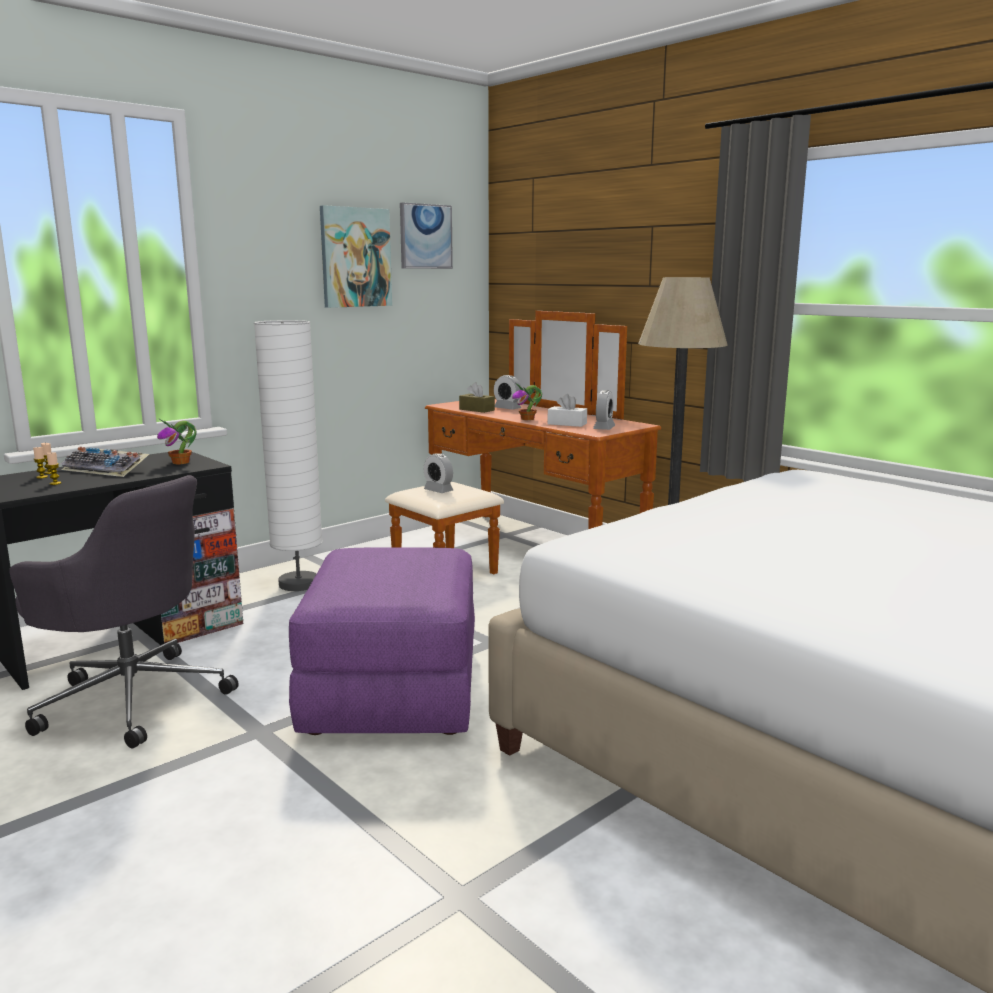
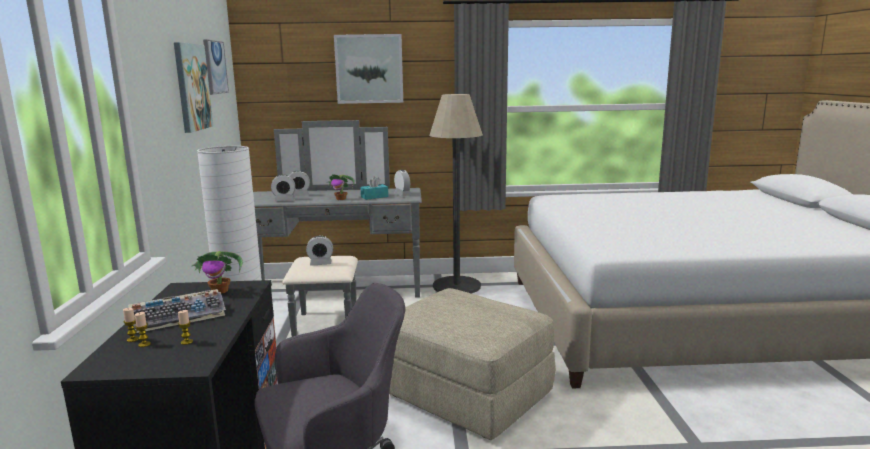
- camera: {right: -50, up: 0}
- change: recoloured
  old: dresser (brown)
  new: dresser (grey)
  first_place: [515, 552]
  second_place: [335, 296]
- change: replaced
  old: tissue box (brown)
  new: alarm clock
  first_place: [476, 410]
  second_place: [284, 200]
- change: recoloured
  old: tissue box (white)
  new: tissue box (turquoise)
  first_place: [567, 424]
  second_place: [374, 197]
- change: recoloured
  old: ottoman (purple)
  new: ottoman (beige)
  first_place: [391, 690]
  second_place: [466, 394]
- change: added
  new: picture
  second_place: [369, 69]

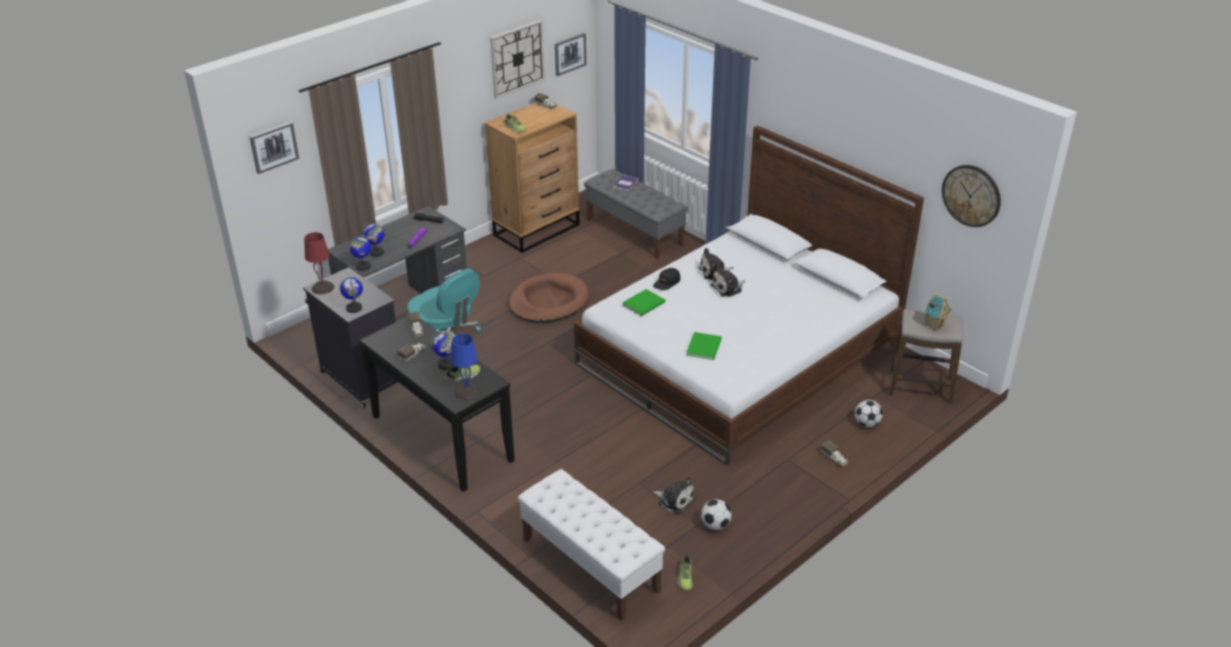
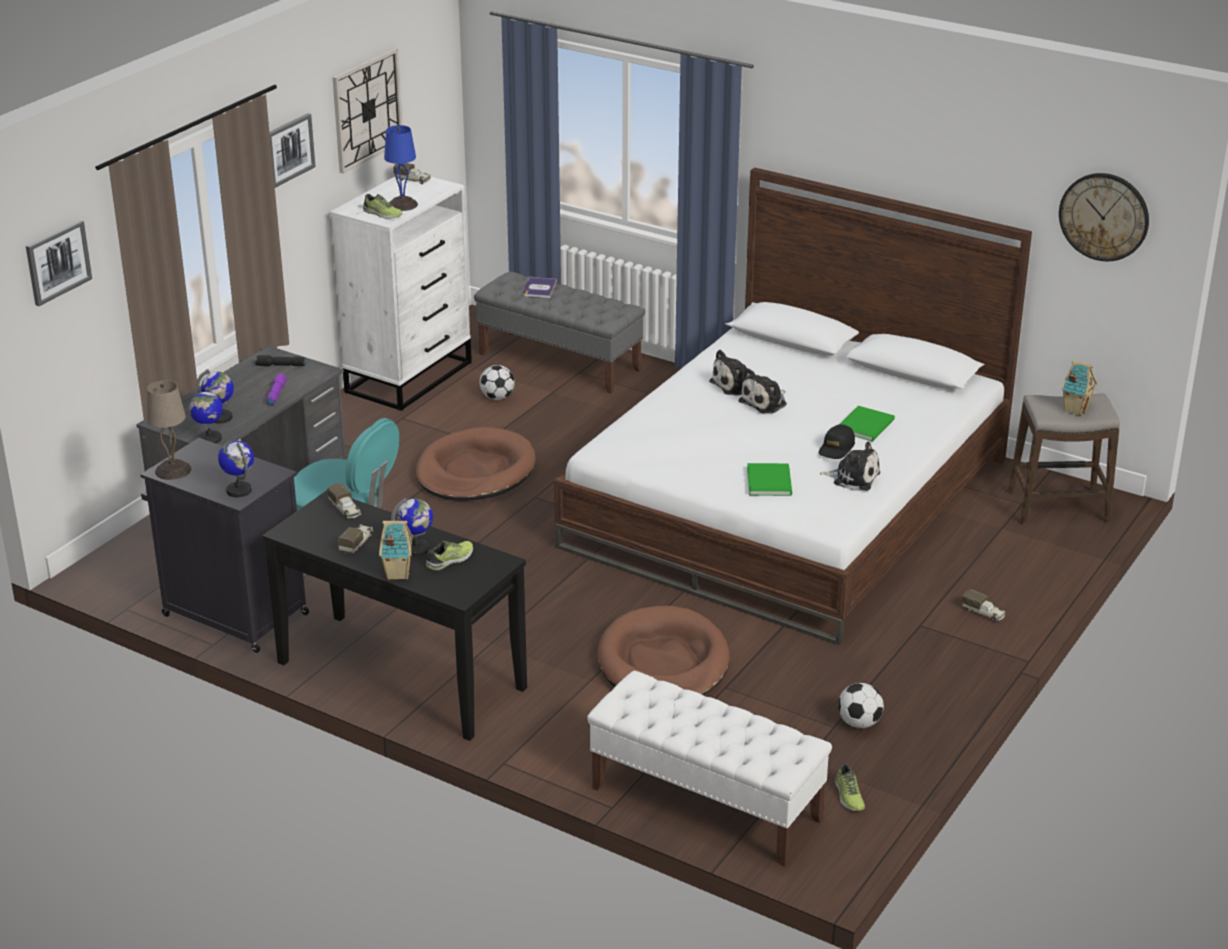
- camera: {right: -15, up: -5}
- change: moved
  old: picture
  first_place: [569, 54]
  second_place: [289, 150]
- change: recoloured
  old: dresser (brown)
  new: dresser (white)
  first_place: [537, 230]
  second_place: [410, 377]
- change: recoloured
  old: table lamp (red)
  new: table lamp (beige)
  first_place: [322, 288]
  second_place: [172, 470]
- change: moved
  old: cap (black)
  first_place: [666, 283]
  second_place: [836, 448]
- change: moved
  old: book (green)
  first_place: [645, 303]
  second_place: [867, 425]
- change: moved
  old: table lamp (blue)
  first_place: [468, 392]
  second_place: [403, 204]
- change: moved
  old: football
  first_place: [867, 423]
  second_place: [497, 397]
- change: moved
  old: plush toy
  first_place: [675, 500]
  second_place: [853, 478]
- change: added
  new: toy house
  second_place: [397, 573]
- change: added
  new: dog bed (brown)
  second_place: [663, 662]

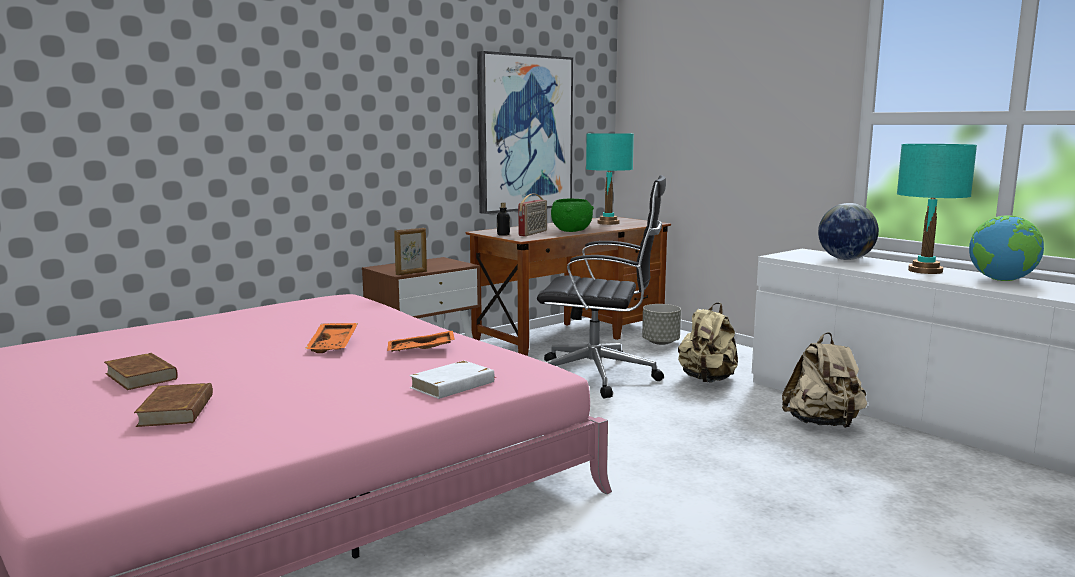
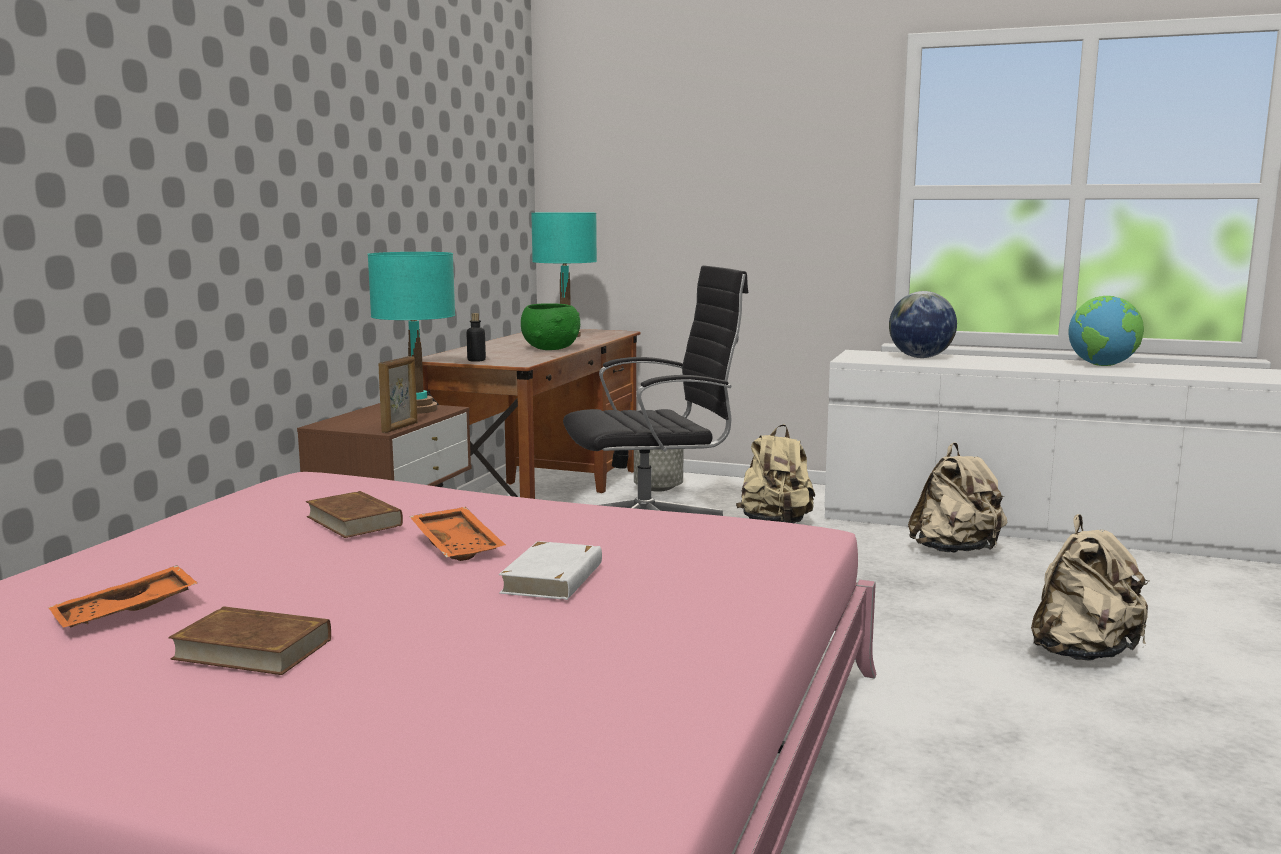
- camera: {right: -30, up: 0}
- change: removed
  old: picture
  first_place: [524, 133]
- change: moved
  old: table lamp (turquoise)
  first_place: [925, 271]
  second_place: [417, 410]
- change: removed
  old: radio
  first_place: [533, 233]
- change: moved
  old: tray (orange)
  first_place: [421, 350]
  second_place: [126, 614]
- change: moved
  old: book (white)
  first_place: [453, 385]
  second_place: [553, 578]
- change: moved
  old: book (brown)
  first_place: [177, 410]
  second_place: [354, 521]
- change: added
  new: backpack (beige)
  second_place: [1083, 653]

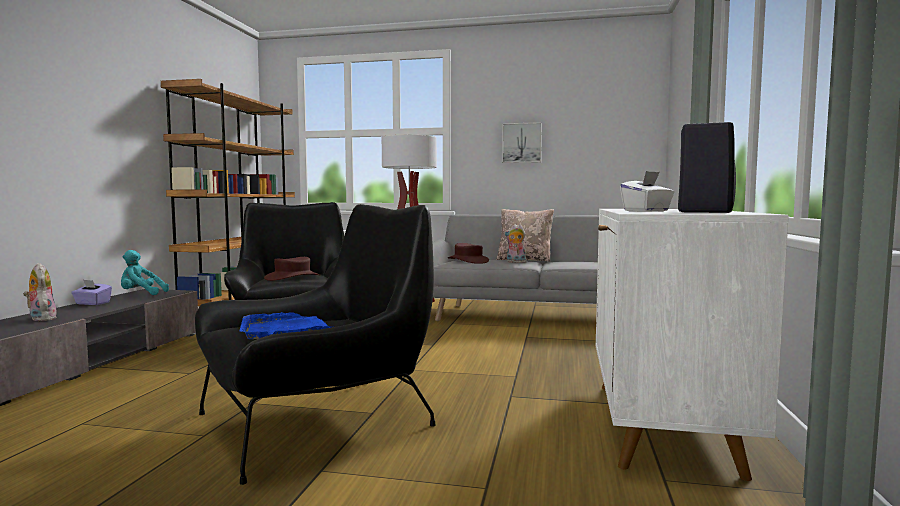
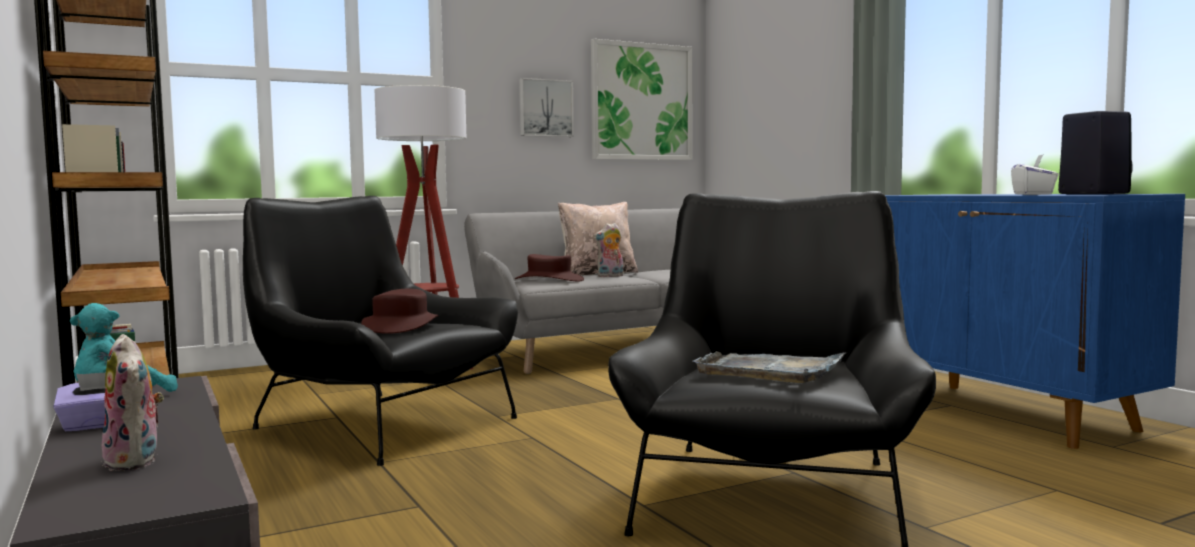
- camera: {right: -40, up: 0}
- change: recoloured
  old: cabinet (white)
  new: cabinet (blue)
  first_place: [662, 425]
  second_place: [1007, 414]
- change: turned
  old: plush toy
  first_place: [41, 318]
  second_place: [136, 461]
  degrees: -135
- change: recoloured
  old: tray (blue)
  new: tray (grey)
  first_place: [284, 329]
  second_place: [771, 370]
- change: added
  new: picture
  second_place: [641, 102]

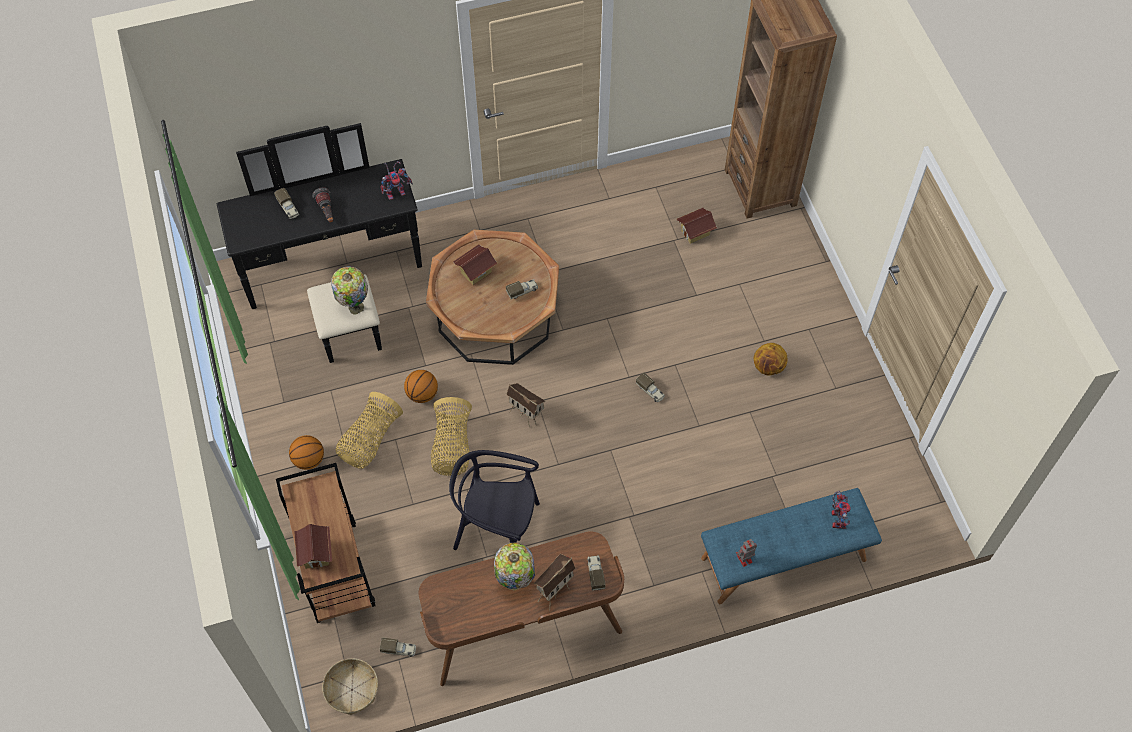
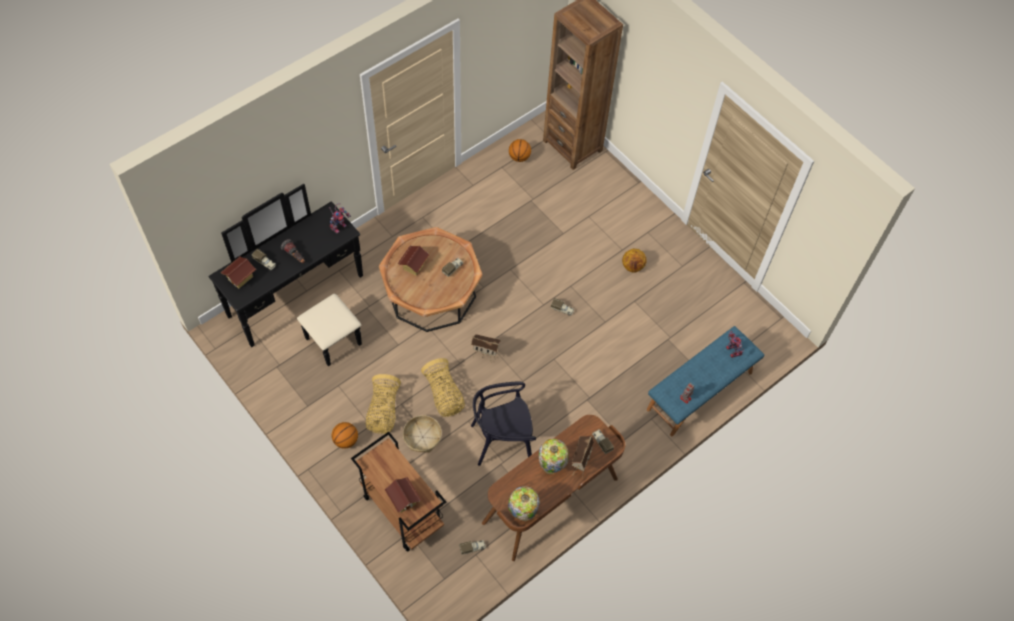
- camera: {right: -25, up: 0}
- change: moved
  old: toy house
  first_place: [695, 233]
  second_place: [241, 278]
- change: moved
  old: table lamp
  first_place: [354, 306]
  second_place: [522, 514]
- change: moved
  old: basketball
  first_place: [422, 394]
  second_place: [519, 157]
- change: moved
  old: basket
  first_place: [351, 689]
  second_place: [422, 437]

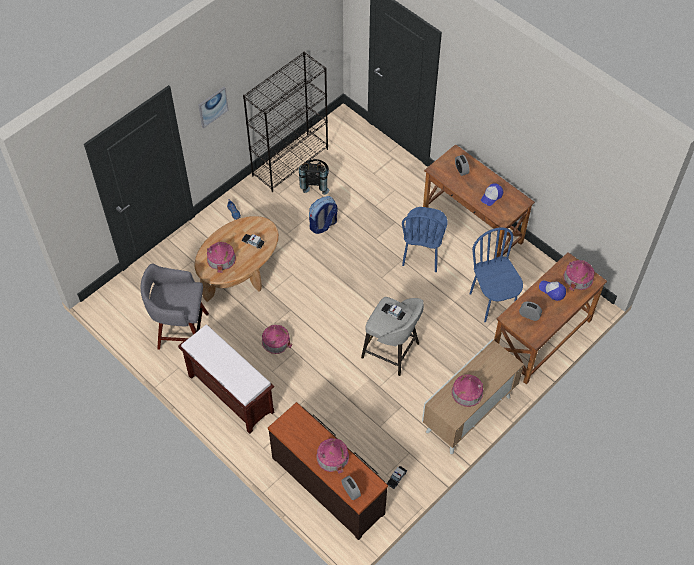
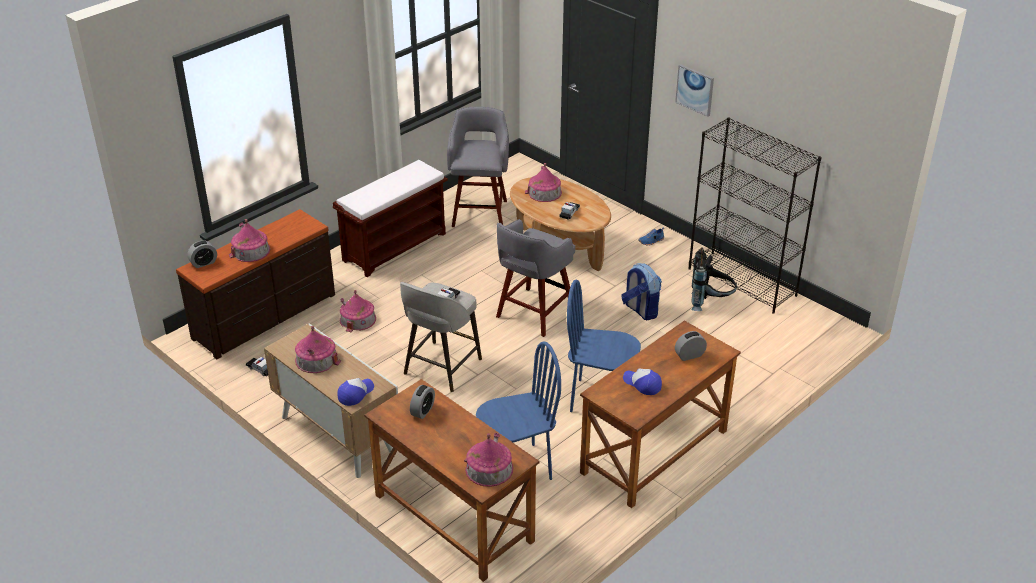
- camera: {right: 90, up: -20}
- change: moved
  old: cap
  first_place: [552, 291]
  second_place: [355, 393]
- change: moved
  old: toy house
  first_place: [276, 341]
  second_place: [358, 319]
- change: added
  new: stool (grey)
  second_place: [533, 313]

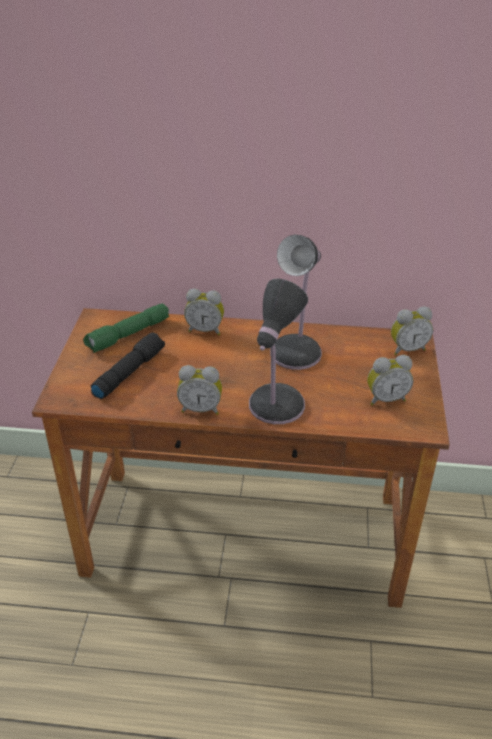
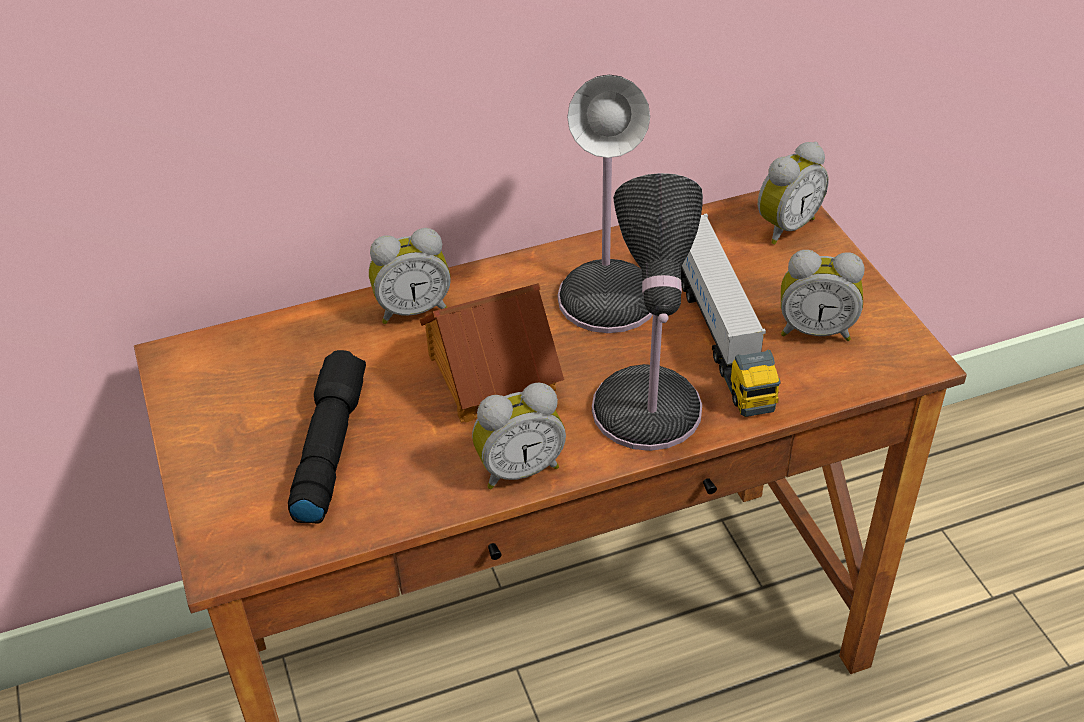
- camera: {right: -25, up: 5}
- change: removed
  old: flashlight (green)
  first_place: [128, 335]
- change: turned
  old: alarm clock
  first_place: [385, 398]
  second_place: [815, 329]
  degrees: 45
- change: added
  new: toy truck
  second_place: [720, 334]
- change: added
  new: toy house
  second_place: [489, 374]

